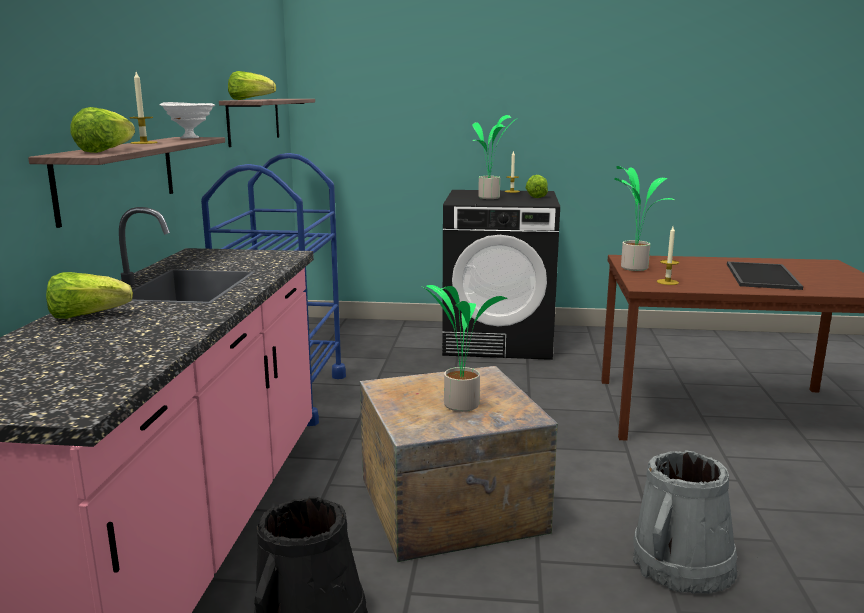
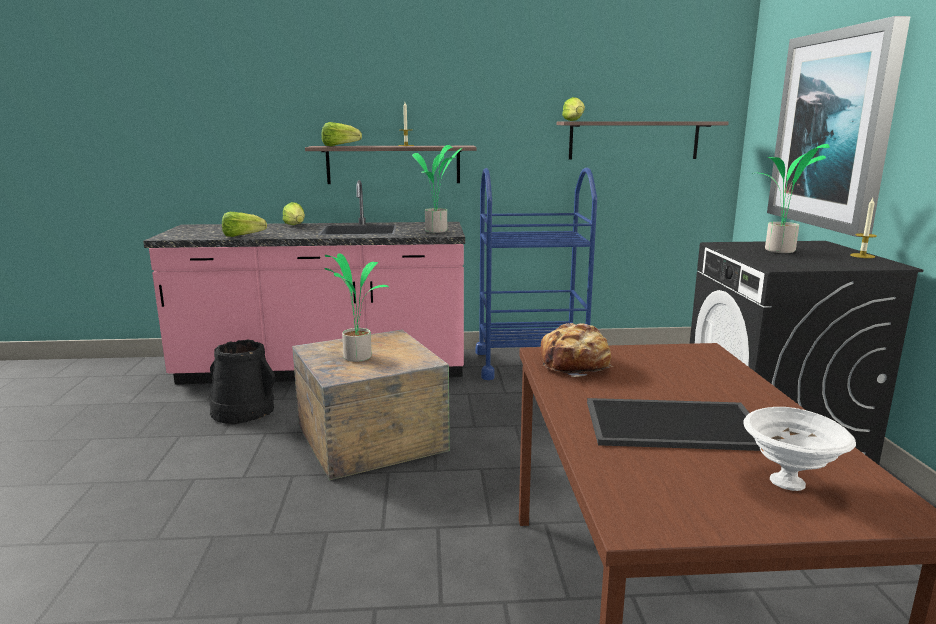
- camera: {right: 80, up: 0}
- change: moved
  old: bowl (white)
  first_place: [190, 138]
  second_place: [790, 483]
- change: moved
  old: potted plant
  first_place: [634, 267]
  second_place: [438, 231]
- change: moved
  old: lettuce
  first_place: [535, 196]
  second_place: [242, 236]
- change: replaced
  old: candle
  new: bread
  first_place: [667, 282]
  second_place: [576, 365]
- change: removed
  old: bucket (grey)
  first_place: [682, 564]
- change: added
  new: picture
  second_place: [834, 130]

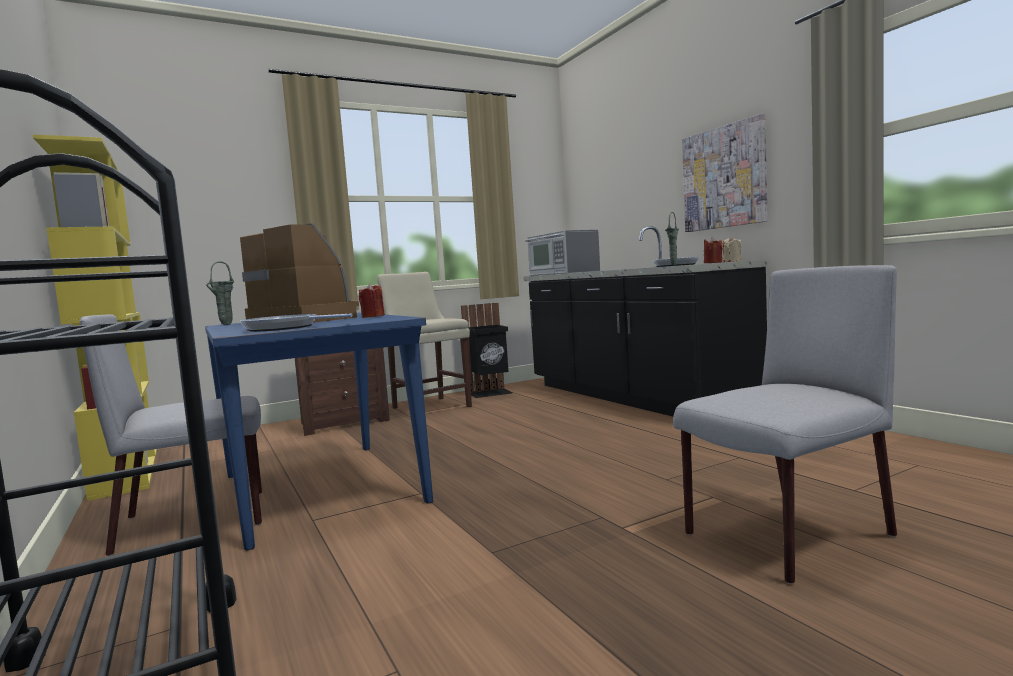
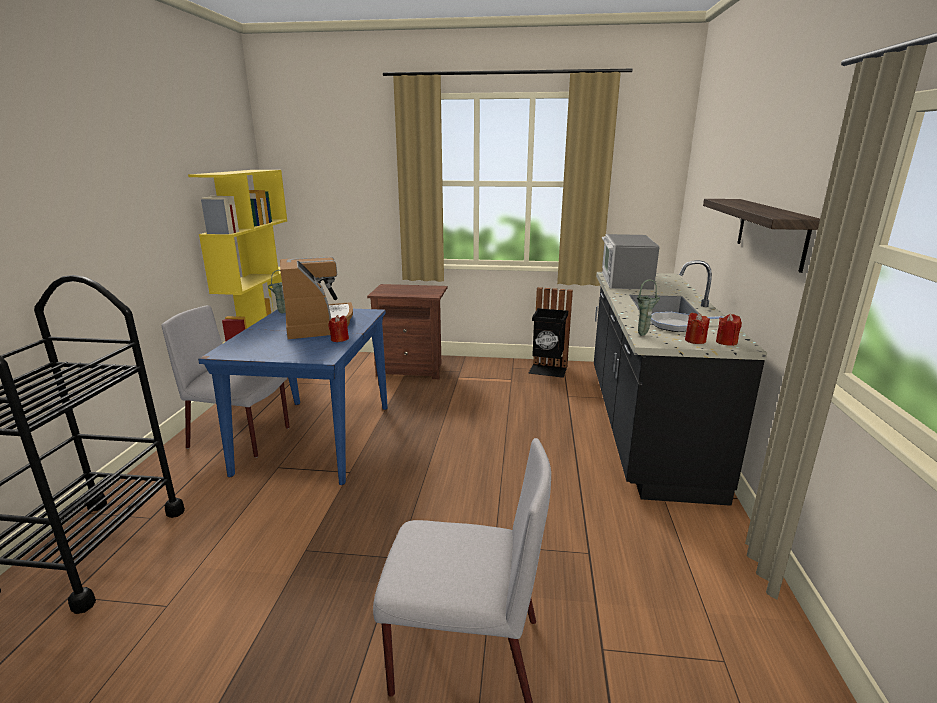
- camera: {right: 35, up: 15}
- change: replaced
  old: picture
  new: shelf
  first_place: [724, 177]
  second_place: [771, 232]
- change: recoloured
  old: candle (beige)
  new: candle (red)
  first_place: [732, 261]
  second_place: [726, 342]
- change: removed
  old: chair (beige)
  first_place: [429, 406]
- change: removed
  old: frying pan
  first_place: [285, 328]

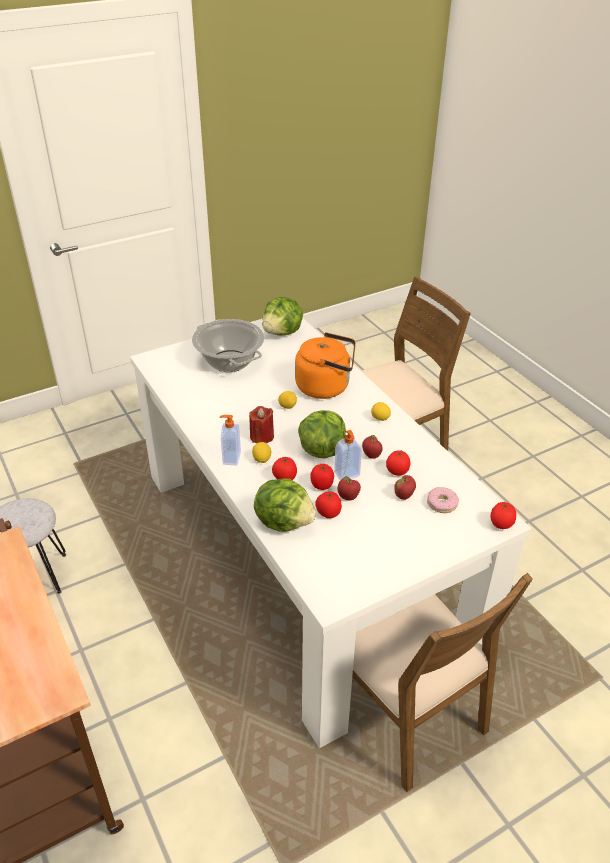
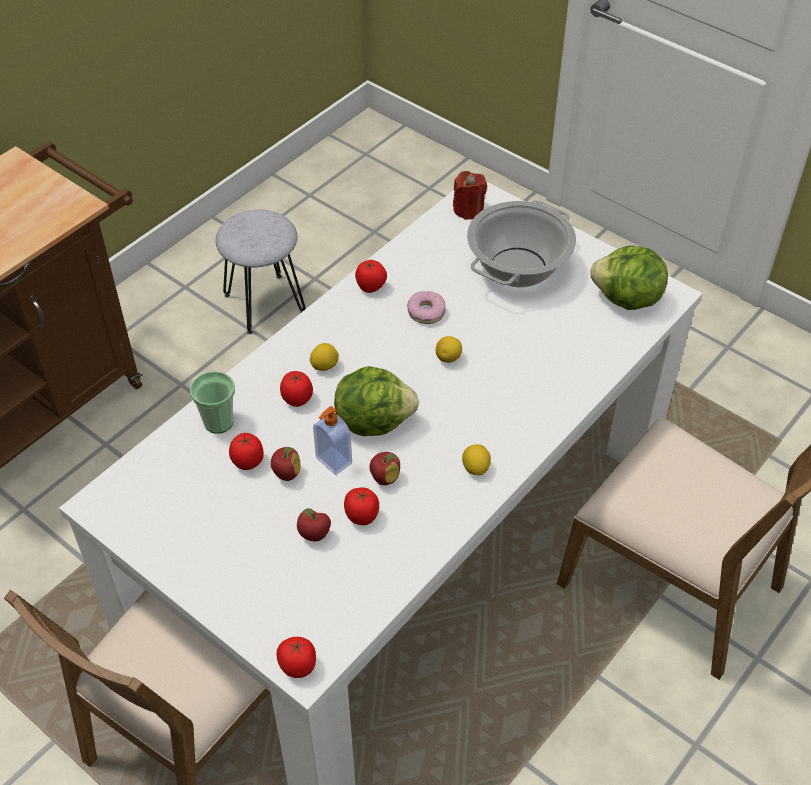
- camera: {right: 70, up: 10}
- change: removed
  old: kettle (orange)
  first_place: [326, 387]
- change: moved
  old: candle (red)
  first_place: [262, 436]
  second_place: [468, 209]
- change: removed
  old: soap dispenser
  first_place: [231, 458]
- change: moved
  old: tomato
  first_place: [322, 485]
  second_place: [371, 287]
- change: replaced
  old: lettuce
  new: cup
  first_place: [284, 521]
  second_place: [218, 422]
- change: moved
  old: donut
  first_place: [442, 504]
  second_place: [426, 312]

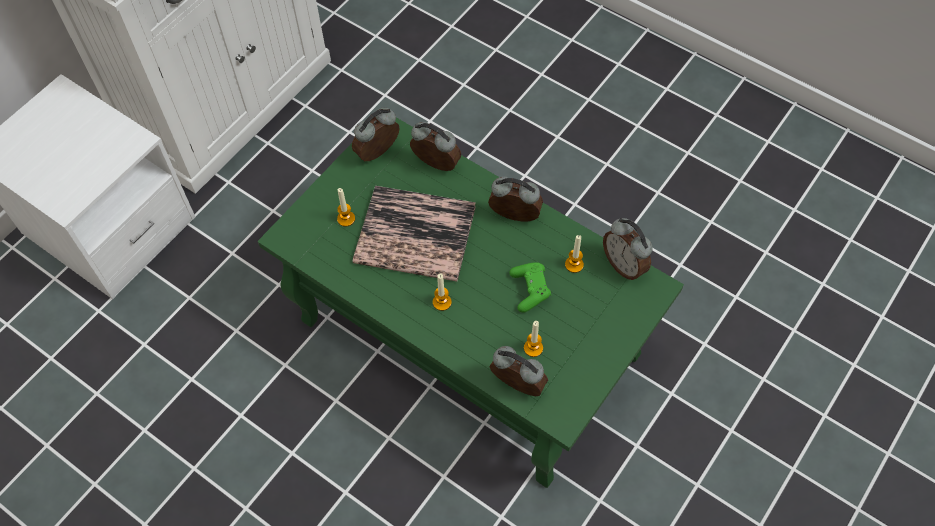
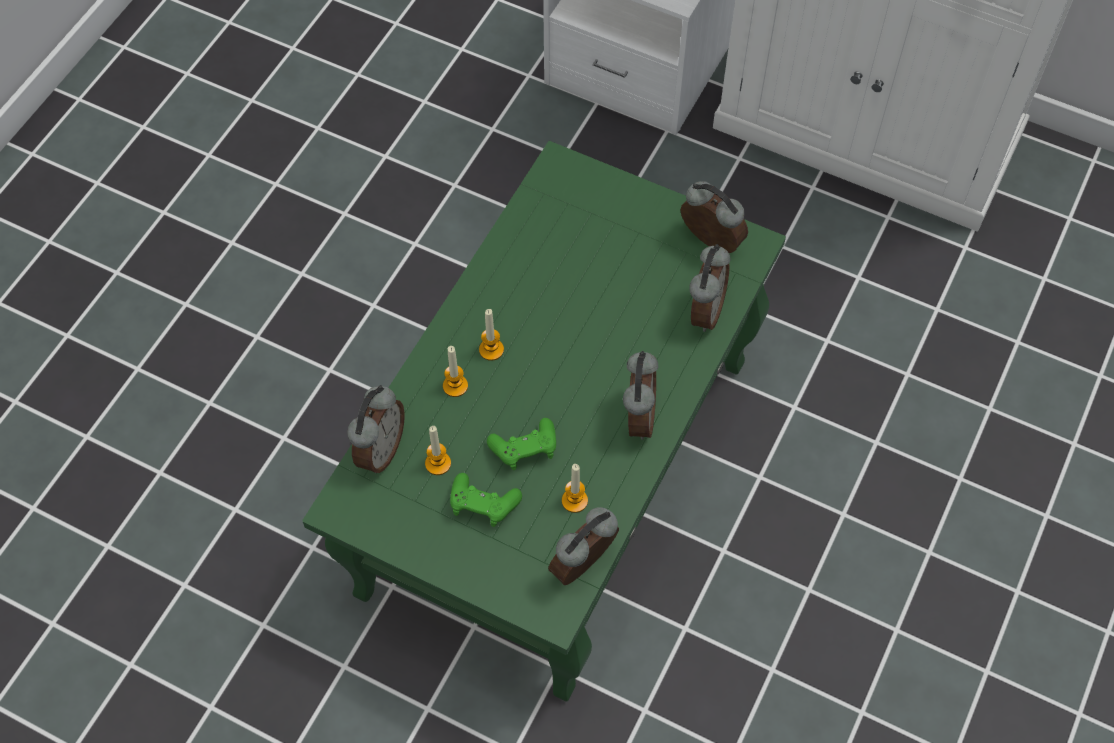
- camera: {right: 80, up: 0}
- change: removed
  old: book
  first_place: [415, 235]
- change: moved
  old: candle
  first_place: [346, 219]
  second_place: [455, 386]
- change: added
  new: game controller (green)
  second_place: [483, 506]

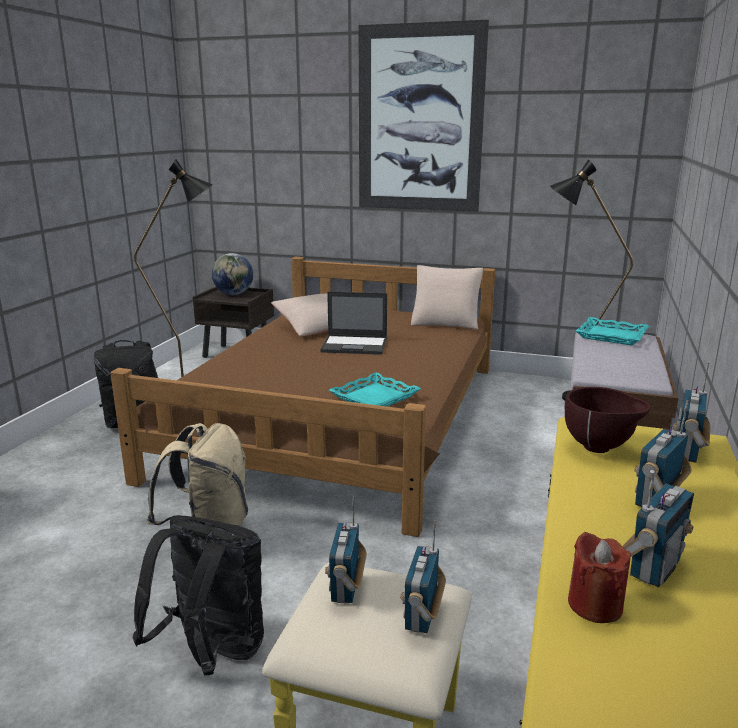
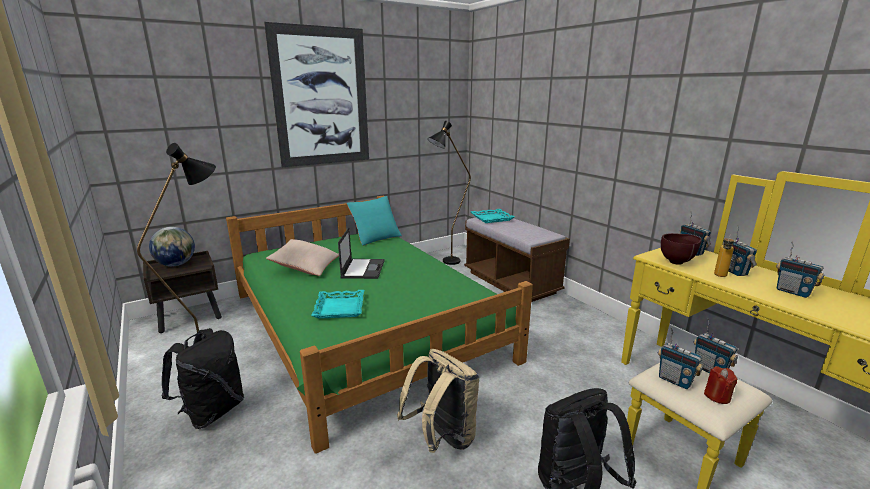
- camera: {right: -50, up: 0}
- change: recoloured
  old: bed (brown)
  new: bed (green)
  first_place: [341, 418]
  second_place: [364, 325]
- change: recoloured
  old: pillow (beige)
  new: pillow (turquoise)
  first_place: [446, 322]
  second_place: [375, 237]
- change: turned
  old: laptop
  first_place: [355, 345]
  second_place: [363, 269]
  degrees: -45
- change: moved
  old: tray (turquoise)
  first_place: [374, 397]
  second_place: [339, 308]
- change: turned
  old: radio
  first_place: [653, 568]
  second_place: [793, 292]
  degrees: 150
- change: moved
  old: candle (red)
  first_place: [595, 605]
  second_place: [717, 396]
- change: added
  new: bottle
  second_place: [720, 276]

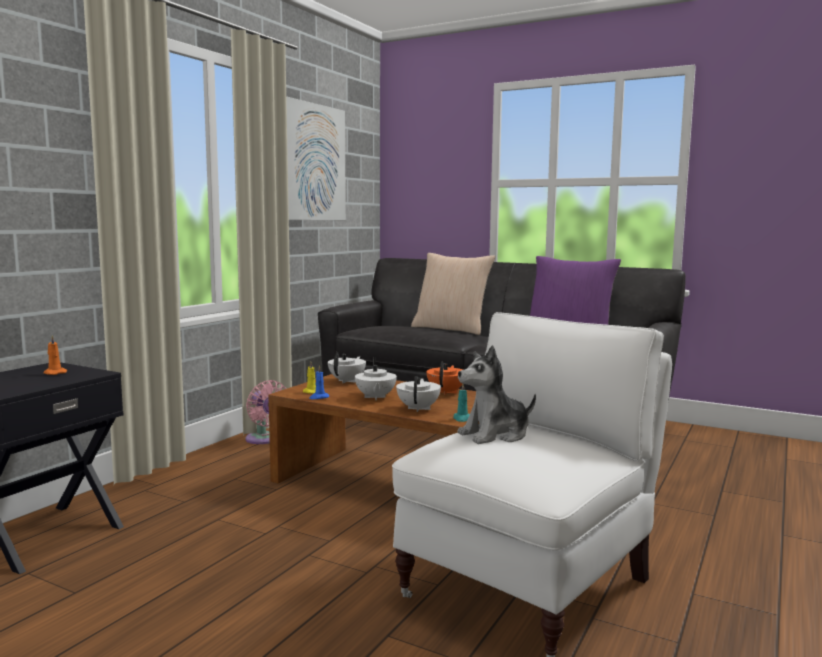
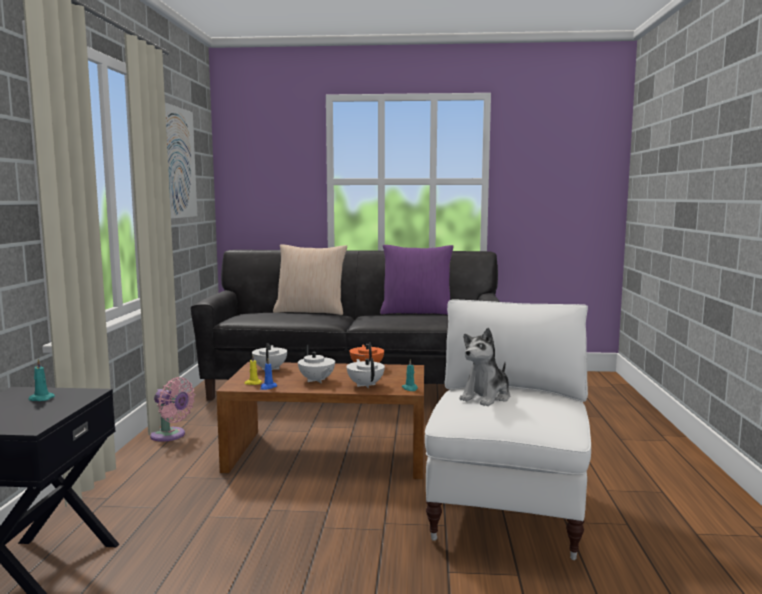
- camera: {right: -25, up: 0}
- change: recoloured
  old: candle (orange)
  new: candle (turquoise)
  first_place: [54, 373]
  second_place: [40, 399]

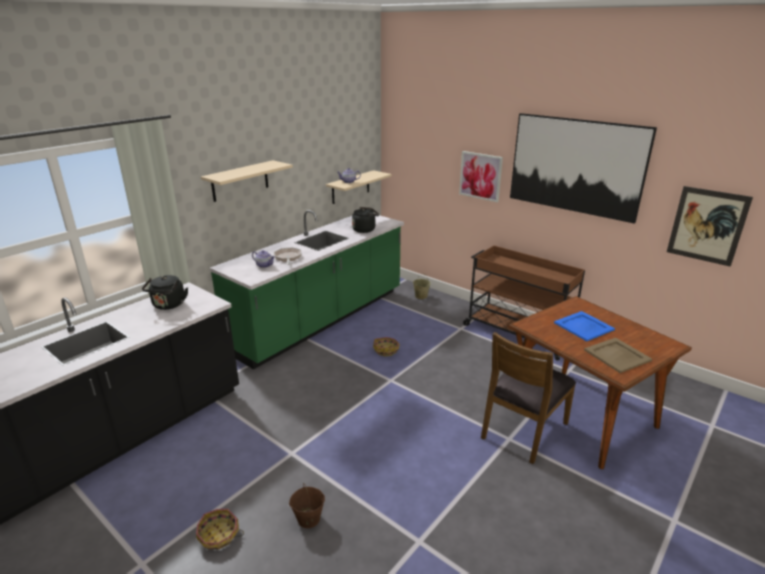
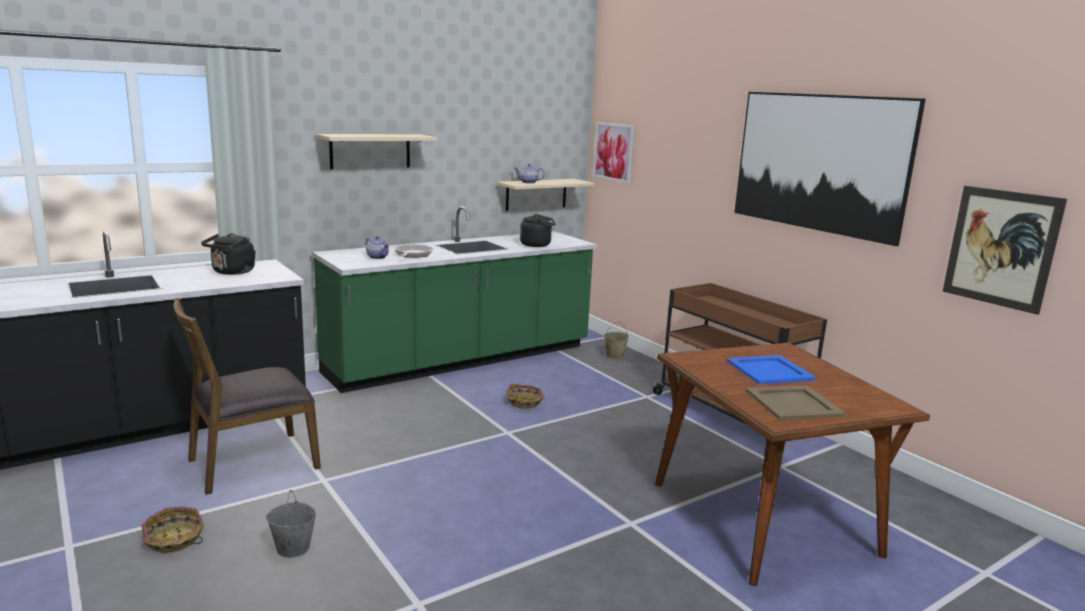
- camera: {right: 15, up: -10}
- change: moved
  old: picture
  first_place: [480, 176]
  second_place: [614, 152]
- change: moved
  old: chair (brown)
  first_place: [523, 430]
  second_place: [252, 463]
- change: recoloured
  old: bucket (brown)
  new: bucket (grey)
  first_place: [308, 519]
  second_place: [292, 548]

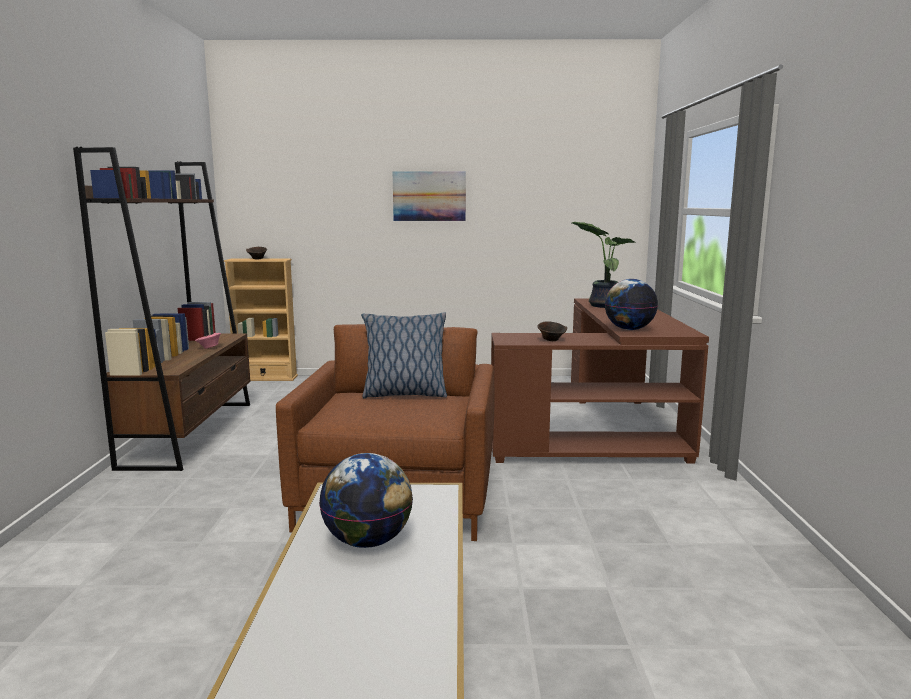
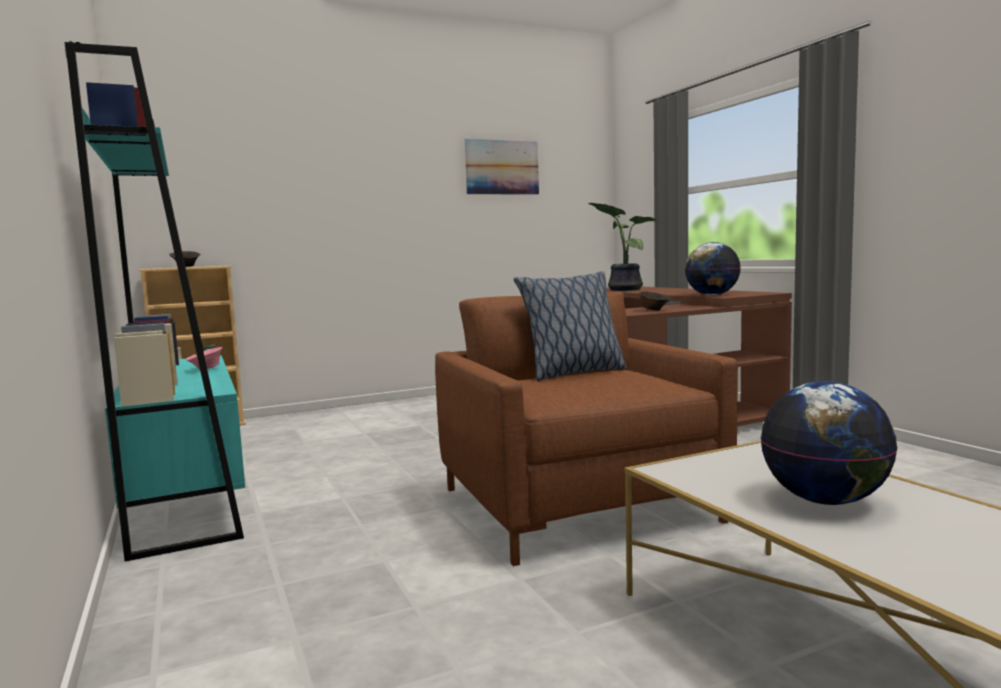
- camera: {right: -25, up: -5}
- change: recoloured
  old: bookcase (brown)
  new: bookcase (turquoise)
  first_place: [191, 433]
  second_place: [186, 496]
- change: moved
  old: picture
  first_place: [429, 196]
  second_place: [502, 167]

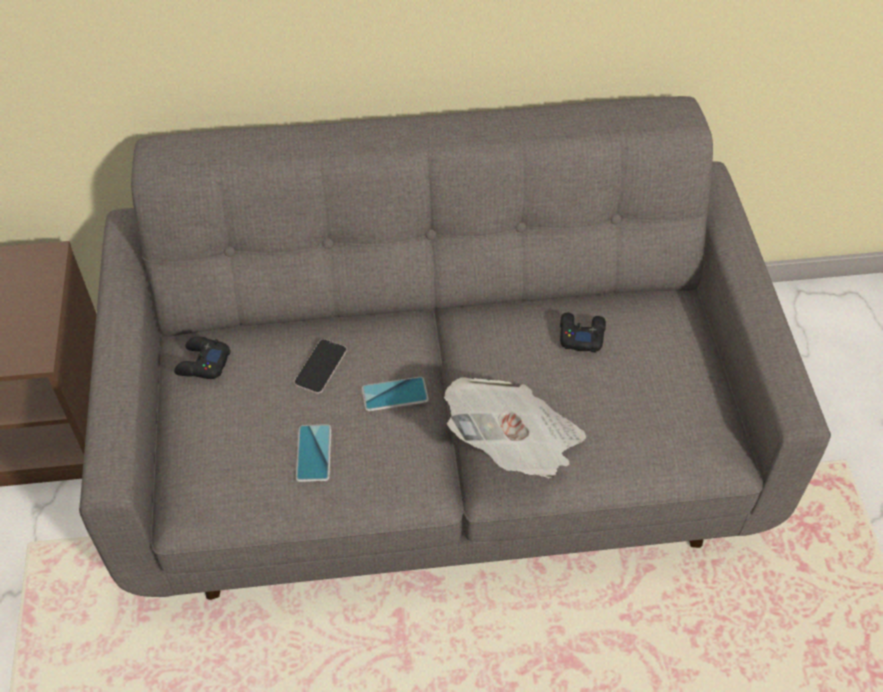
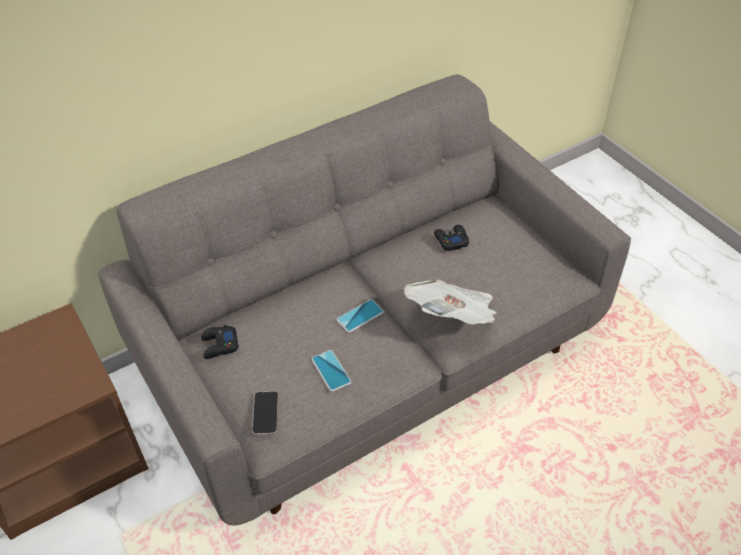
- camera: {right: -25, up: -5}
- change: moved
  old: phone
  first_place: [320, 367]
  second_place: [265, 413]

